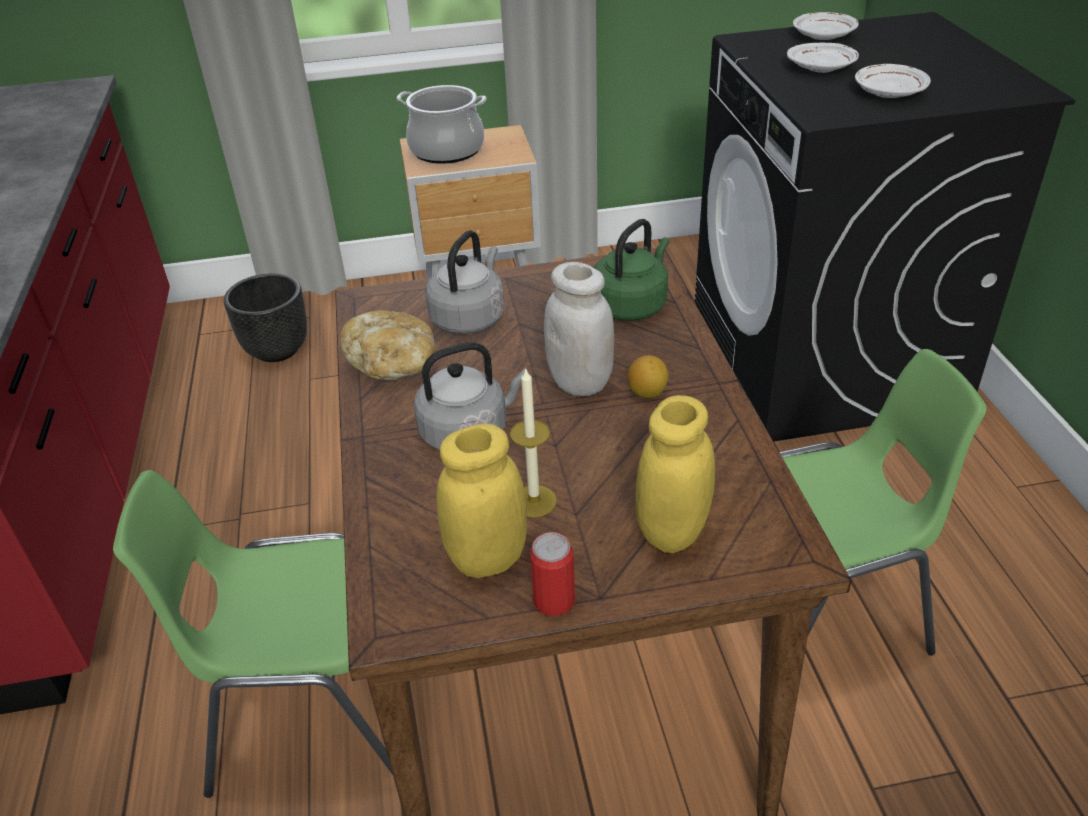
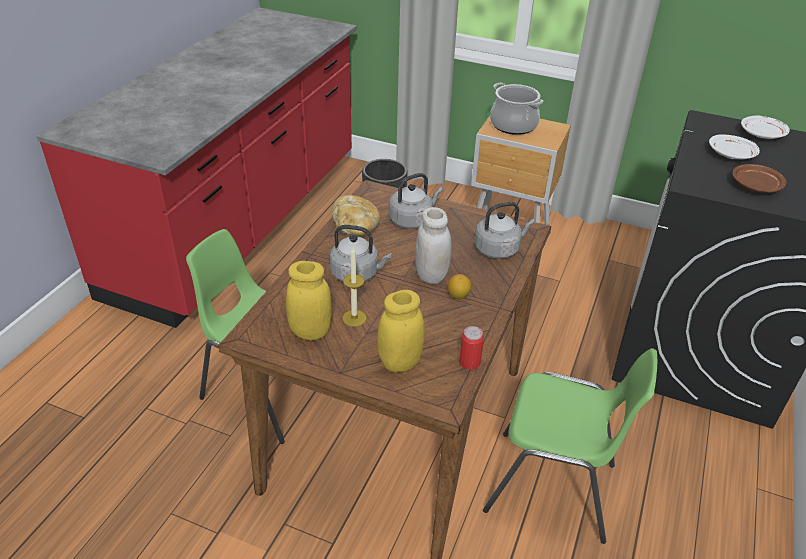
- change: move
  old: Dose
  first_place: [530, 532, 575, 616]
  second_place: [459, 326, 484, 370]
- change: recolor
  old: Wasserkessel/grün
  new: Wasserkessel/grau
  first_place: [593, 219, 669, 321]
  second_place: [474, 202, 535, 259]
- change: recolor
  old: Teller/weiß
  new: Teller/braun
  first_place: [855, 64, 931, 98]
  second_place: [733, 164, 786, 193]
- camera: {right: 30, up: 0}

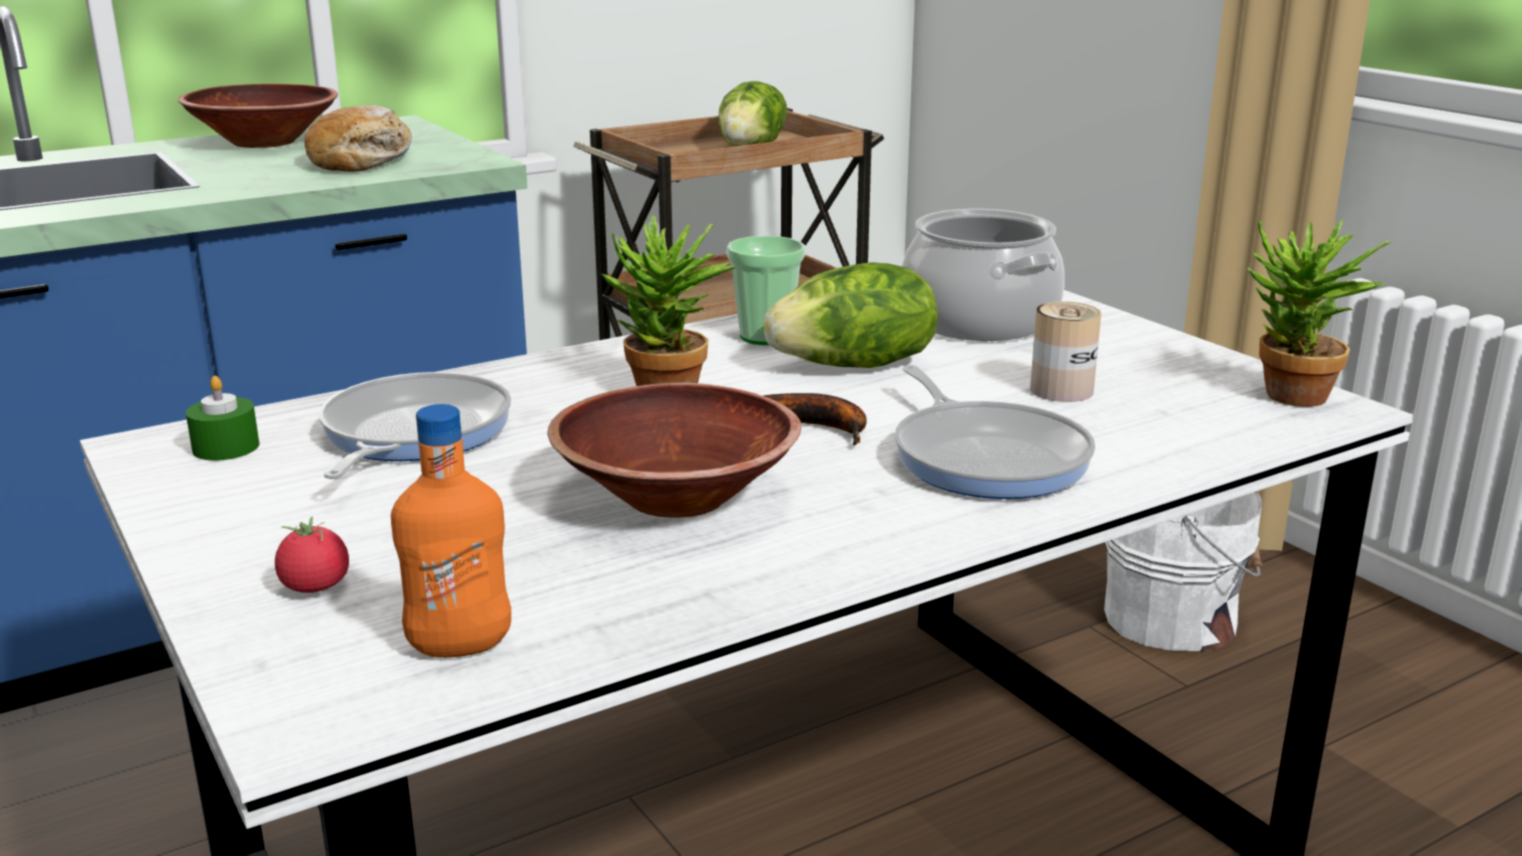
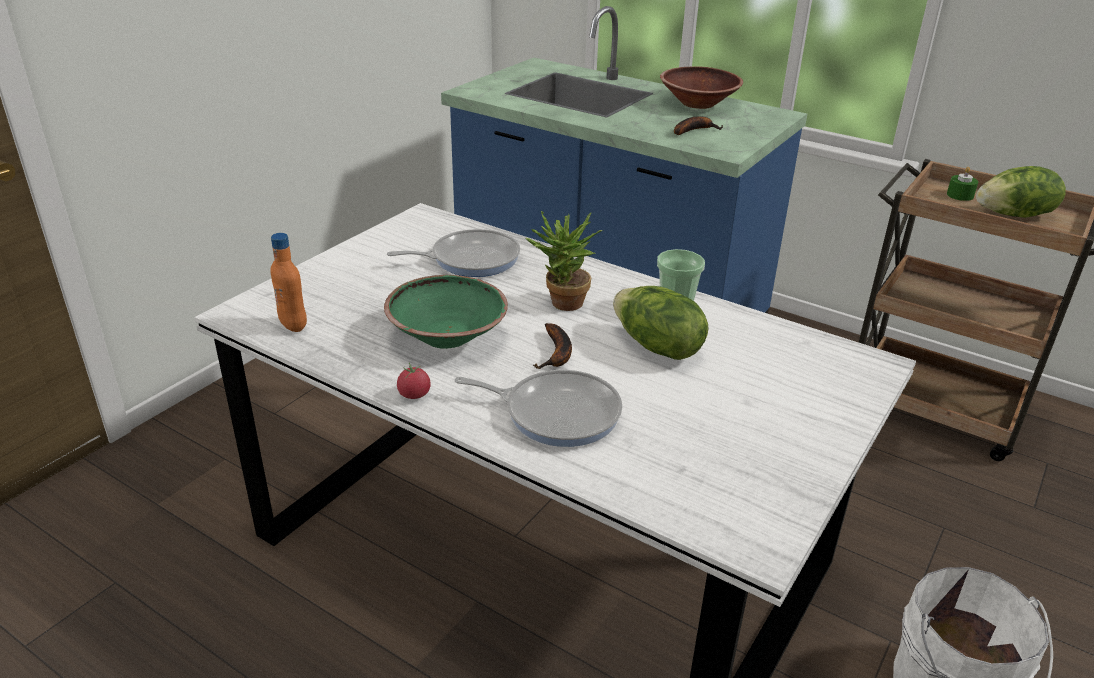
- change: recolor
  old: Schüssel/braun
  new: Schüssel/grün
  first_place: [547, 383, 801, 518]
  second_place: [384, 275, 508, 349]
- change: move
  old: Tomate
  first_place: [275, 517, 349, 593]
  second_place: [397, 363, 431, 399]
- change: rotate
  old: Pfanne
  first_place: [895, 365, 1095, 499]
  second_place: [455, 370, 622, 447]
  degrees: -120
- change: replace
  old: Brot
  new: Banane
  first_place: [304, 105, 412, 172]
  second_place: [674, 116, 723, 135]
- change: move
  old: Kerze/grün
  first_place: [186, 376, 259, 460]
  second_place: [947, 167, 978, 201]
- change: delete
  old: Kochtopf
  first_place: [902, 209, 1065, 341]
- change: delete
  old: Dose
  first_place: [1030, 301, 1101, 402]
- change: delete
  old: Topfpflanze
  first_place: [1248, 220, 1391, 407]
- camera: {right: 65, up: 10}

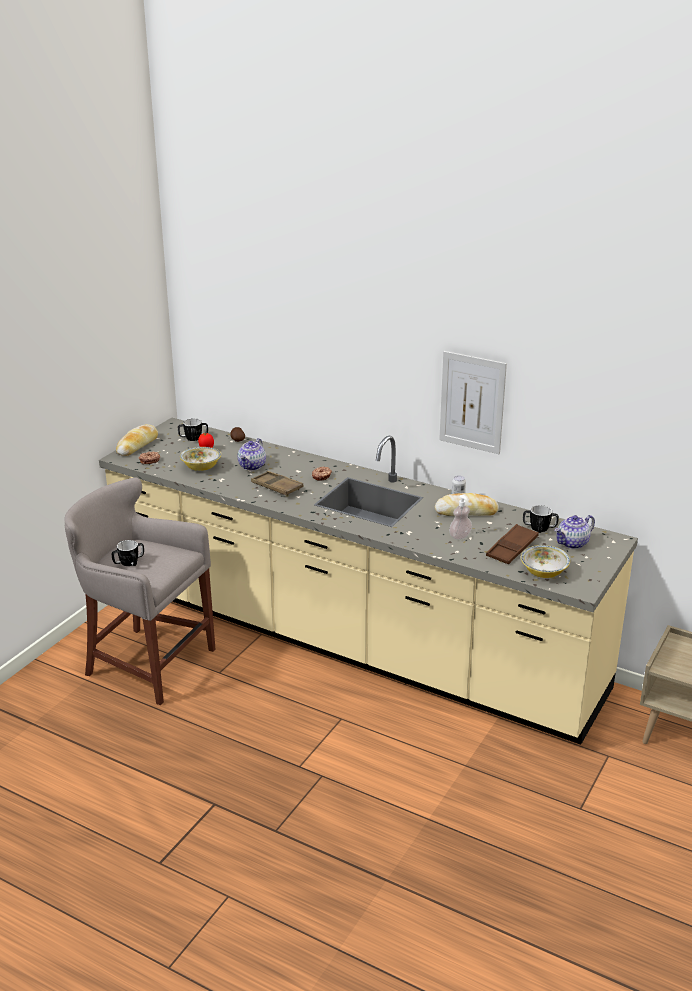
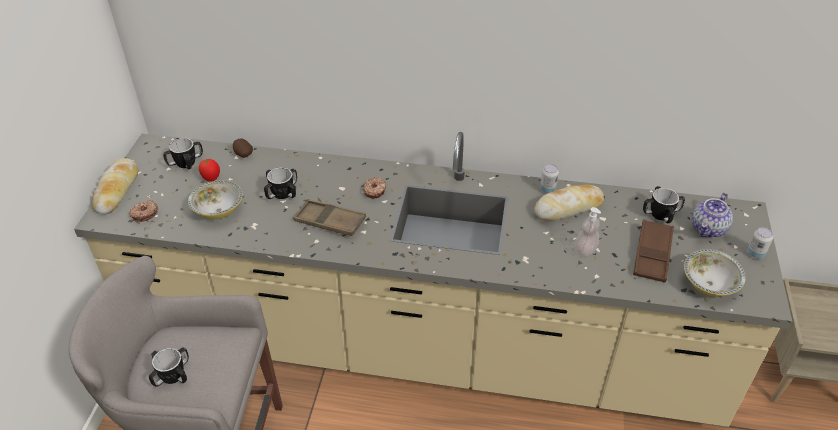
- change: replace
  old: Teekanne
  new: Henkelbecher
  first_place: [238, 438, 266, 470]
  second_place: [264, 168, 297, 199]
- change: insert
  new: Dose
  second_place: [747, 227, 773, 259]
- change: delete
  old: Bild
  first_place: [439, 351, 507, 454]
- camera: {right: -20, up: 15}

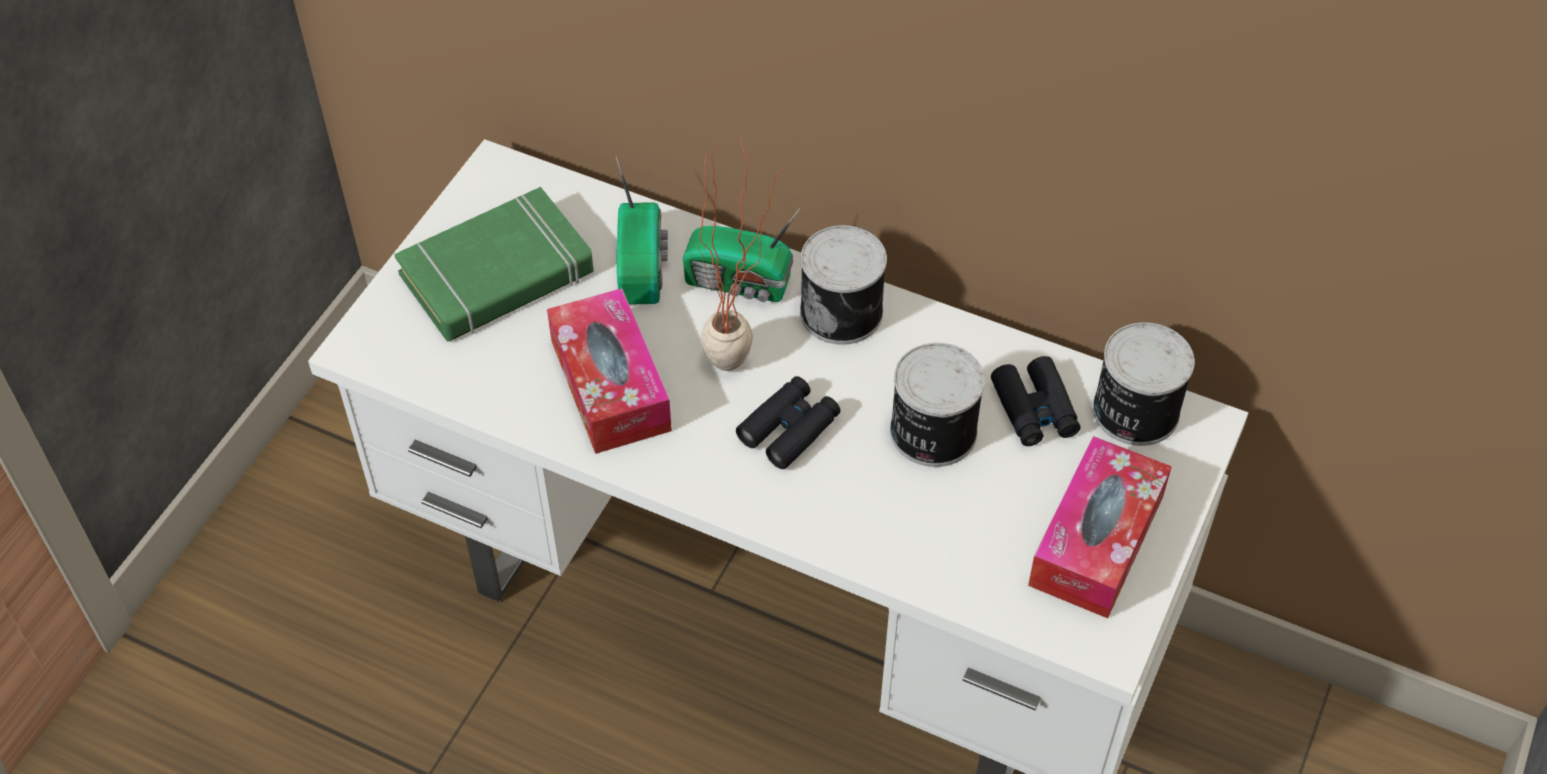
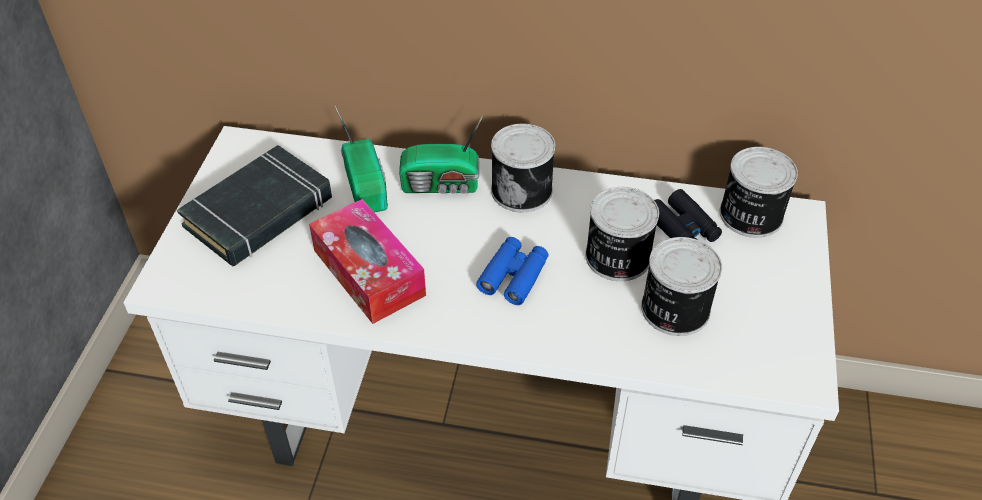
- change: recolor
  old: Buch/grün
  new: Buch/schwarz
  first_place: [394, 187, 594, 342]
  second_place: [177, 145, 332, 266]
- change: recolor
  old: Fernglas/schwarz
  new: Fernglas/blau
  first_place: [736, 376, 841, 469]
  second_place: [476, 237, 548, 305]
- change: insert
  new: Dose
  second_place: [641, 237, 722, 336]
- change: delete
  old: Topfpflanze
  first_place: [696, 138, 784, 371]
- change: delete
  old: Taschentuchbox
  first_place: [1028, 436, 1172, 618]
- camera: {right: -15, up: -5}

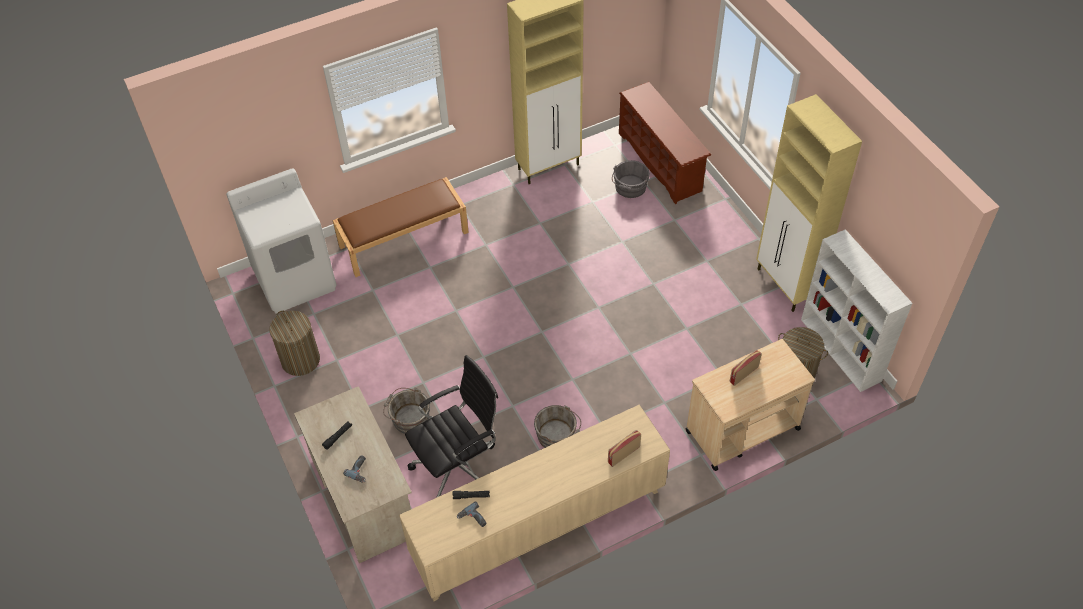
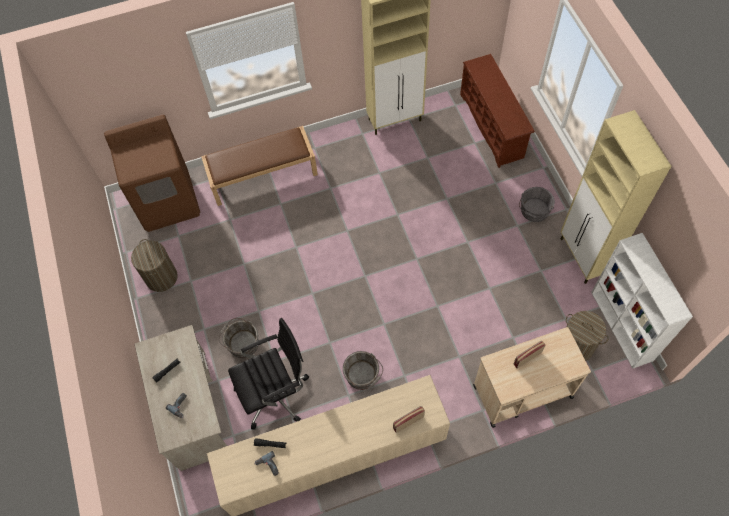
- change: recolor
  old: Waschmaschine/weiß
  new: Waschmaschine/braun
  first_place: [226, 168, 337, 314]
  second_place: [104, 115, 200, 232]
- change: move
  old: Eimer/grau
  first_place: [612, 160, 650, 198]
  second_place: [519, 187, 555, 222]
- camera: {right: 10, up: 10}

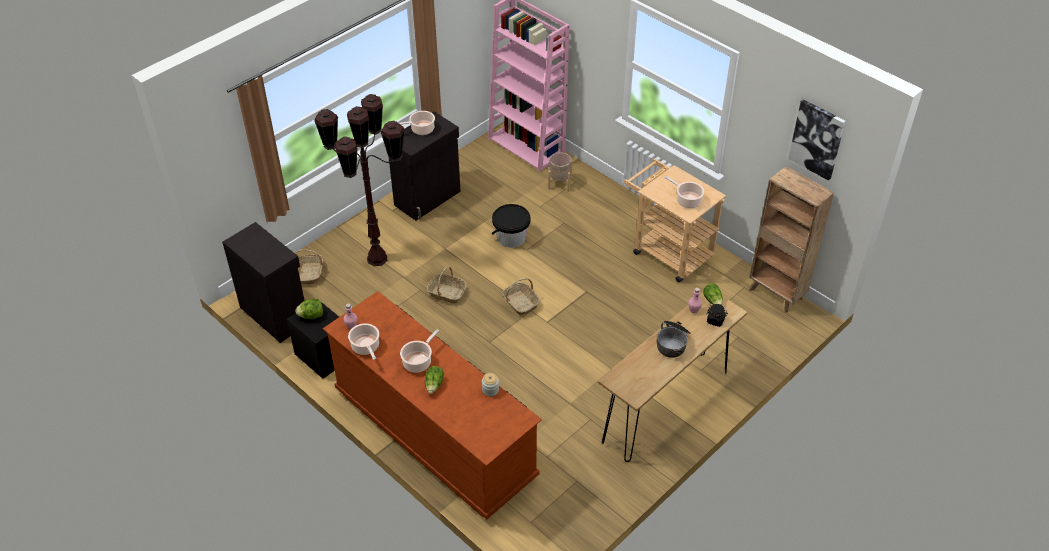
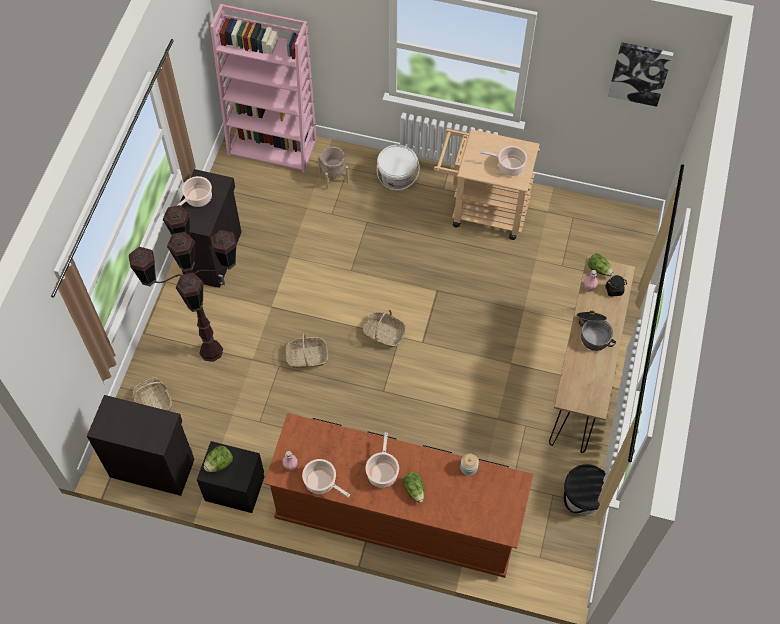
- change: insert
  new: Eimer/weiß
  second_place: [377, 145, 420, 191]
- change: move
  old: Eimer/schwarz
  first_place: [492, 204, 530, 248]
  second_place: [564, 464, 606, 515]
- change: delete
  old: Bücherregal/braun
  first_place: [749, 166, 834, 313]
- camera: {right: -30, up: 15}

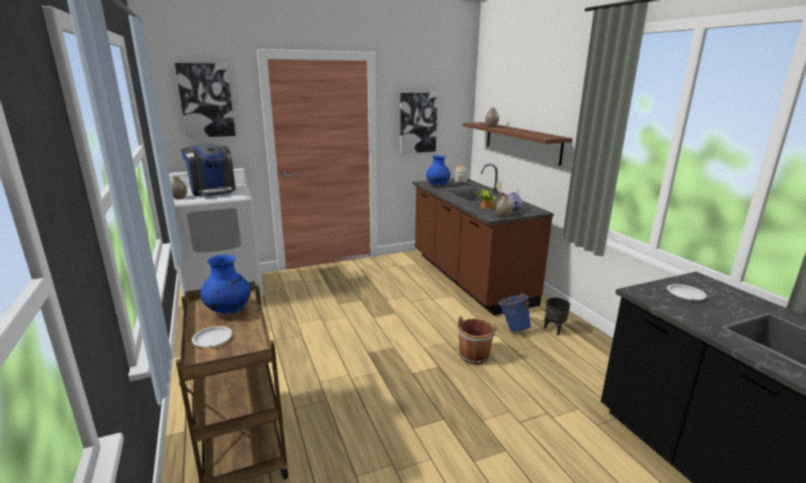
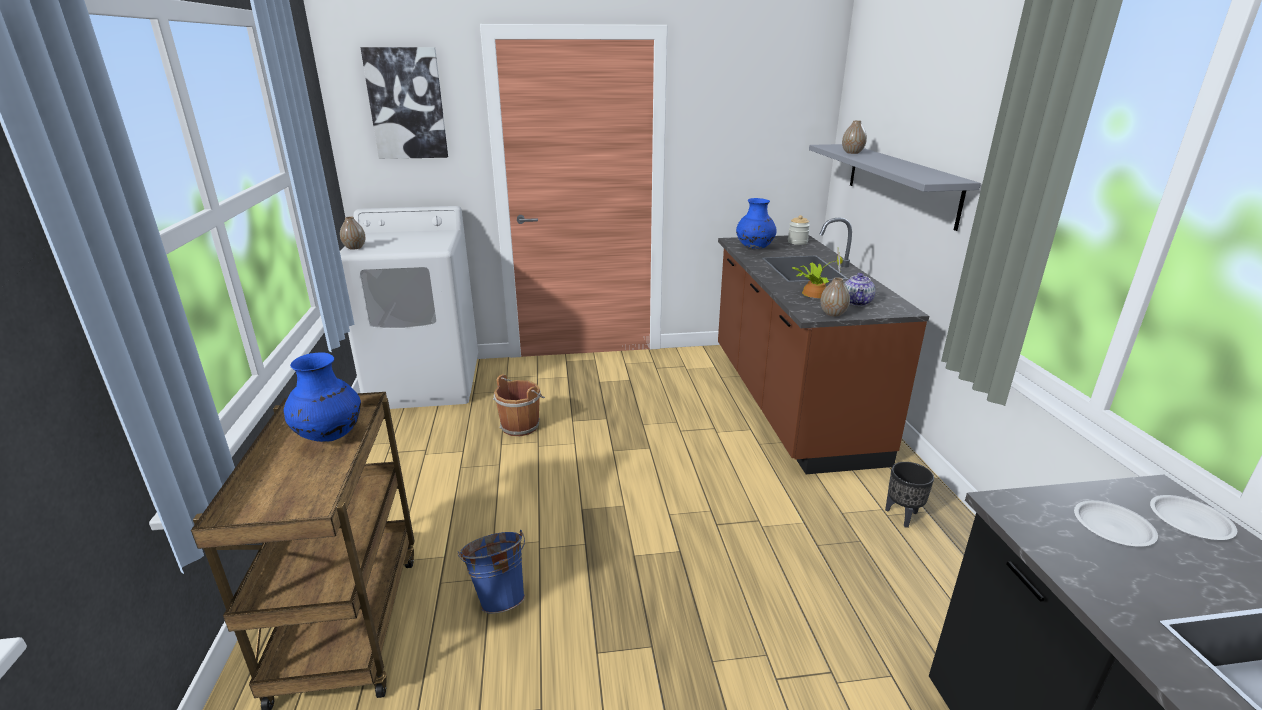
- change: move
  old: Eimer/blau
  first_place: [498, 293, 531, 332]
  second_place: [458, 530, 525, 614]
- change: move
  old: Eimer/braun
  first_place: [457, 316, 497, 365]
  second_place: [493, 374, 545, 436]
- change: recolor
  old: Wandregal/braun
  new: Wandregal/grau
  first_place: [463, 122, 572, 166]
  second_place: [809, 144, 981, 231]
- change: move
  old: Teller/weiß
  first_place: [192, 326, 232, 347]
  second_place: [1150, 495, 1237, 540]
- change: delete
  old: Kaffeemaschine
  first_place: [181, 143, 236, 196]
- change: delete
  old: Bild
  first_place: [400, 92, 438, 154]
- camera: {right: 15, up: 5}

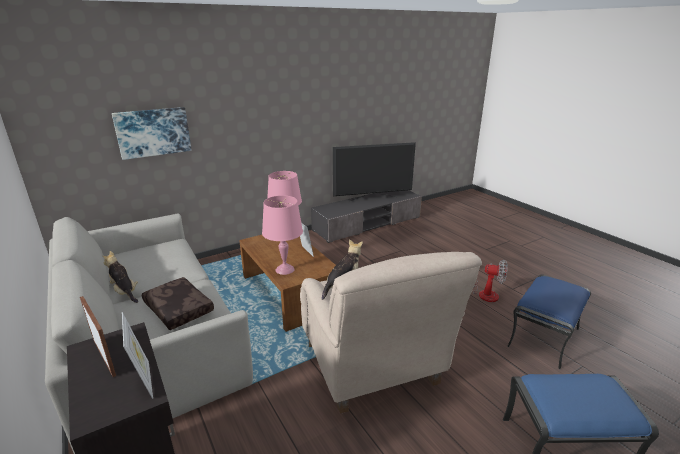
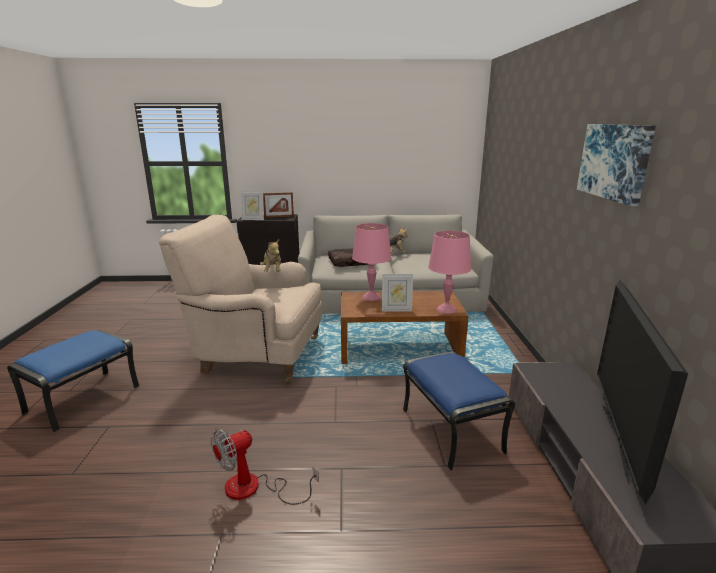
- change: move
  old: Polsterhocker/blau
  first_place: [507, 274, 591, 369]
  second_place: [403, 351, 515, 471]
- change: move
  old: Bild
  first_place: [112, 107, 192, 160]
  second_place: [577, 124, 656, 206]
- camera: {right: 120, up: -5}

